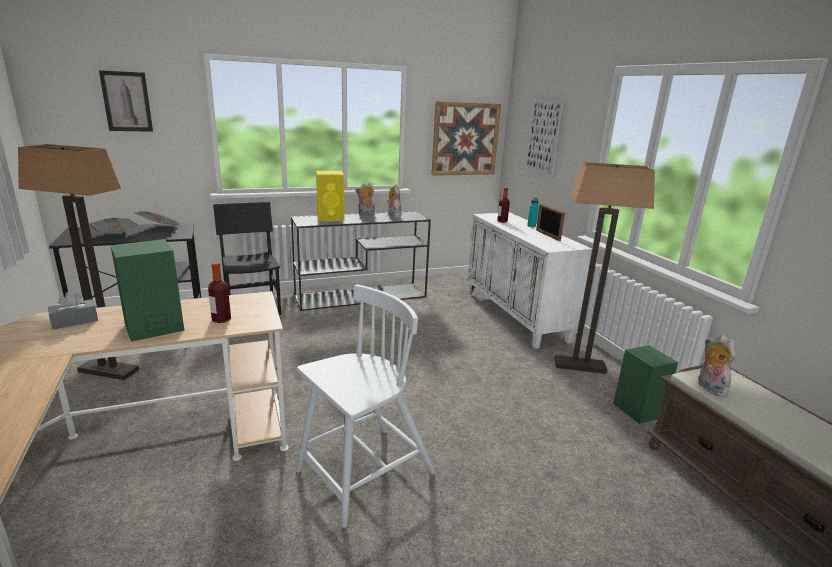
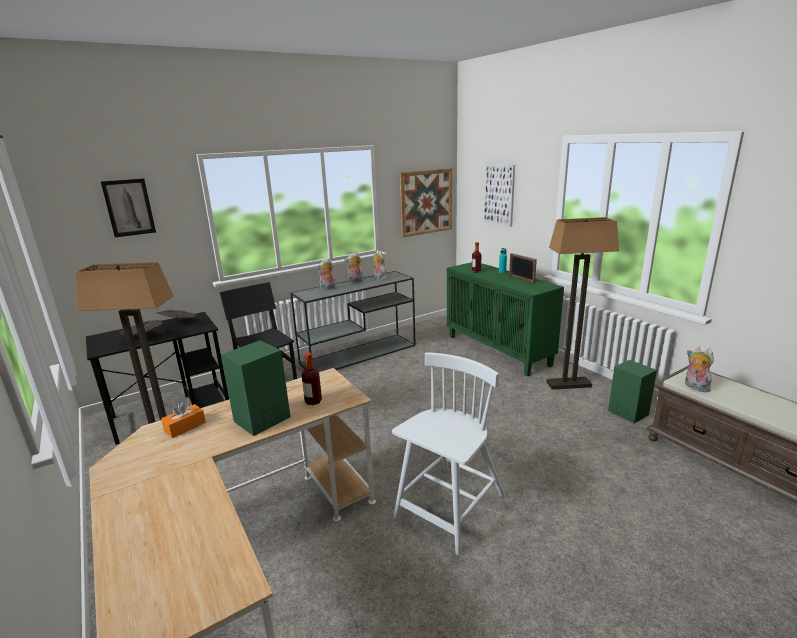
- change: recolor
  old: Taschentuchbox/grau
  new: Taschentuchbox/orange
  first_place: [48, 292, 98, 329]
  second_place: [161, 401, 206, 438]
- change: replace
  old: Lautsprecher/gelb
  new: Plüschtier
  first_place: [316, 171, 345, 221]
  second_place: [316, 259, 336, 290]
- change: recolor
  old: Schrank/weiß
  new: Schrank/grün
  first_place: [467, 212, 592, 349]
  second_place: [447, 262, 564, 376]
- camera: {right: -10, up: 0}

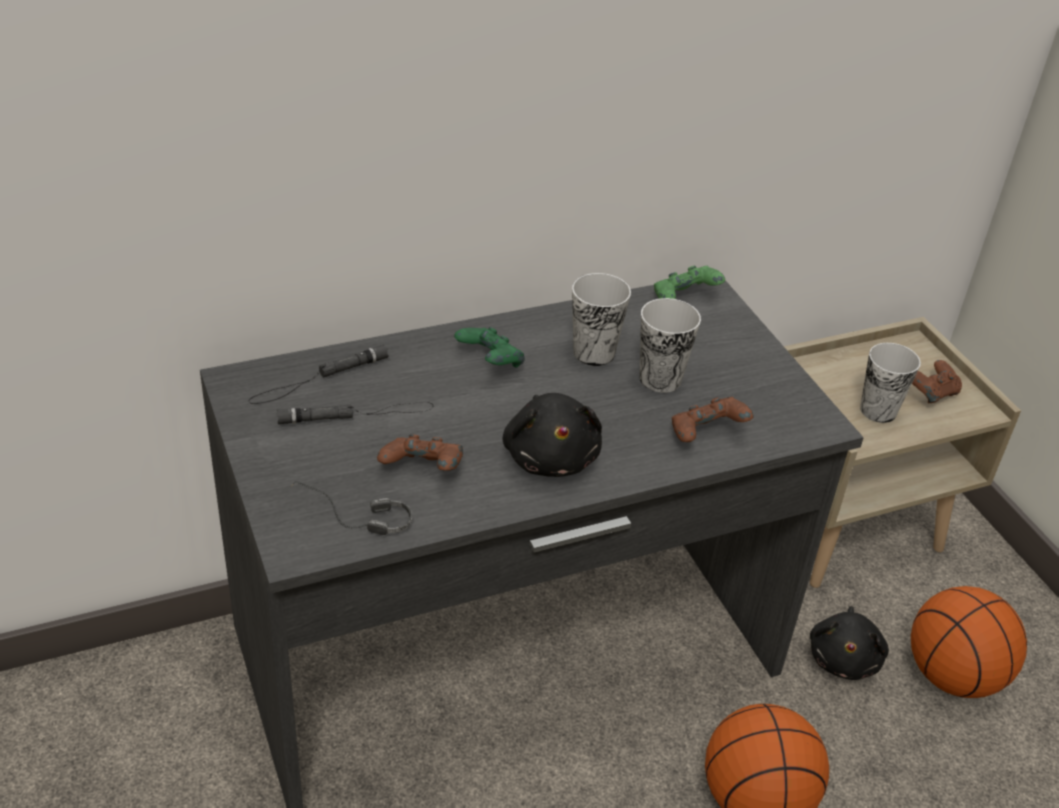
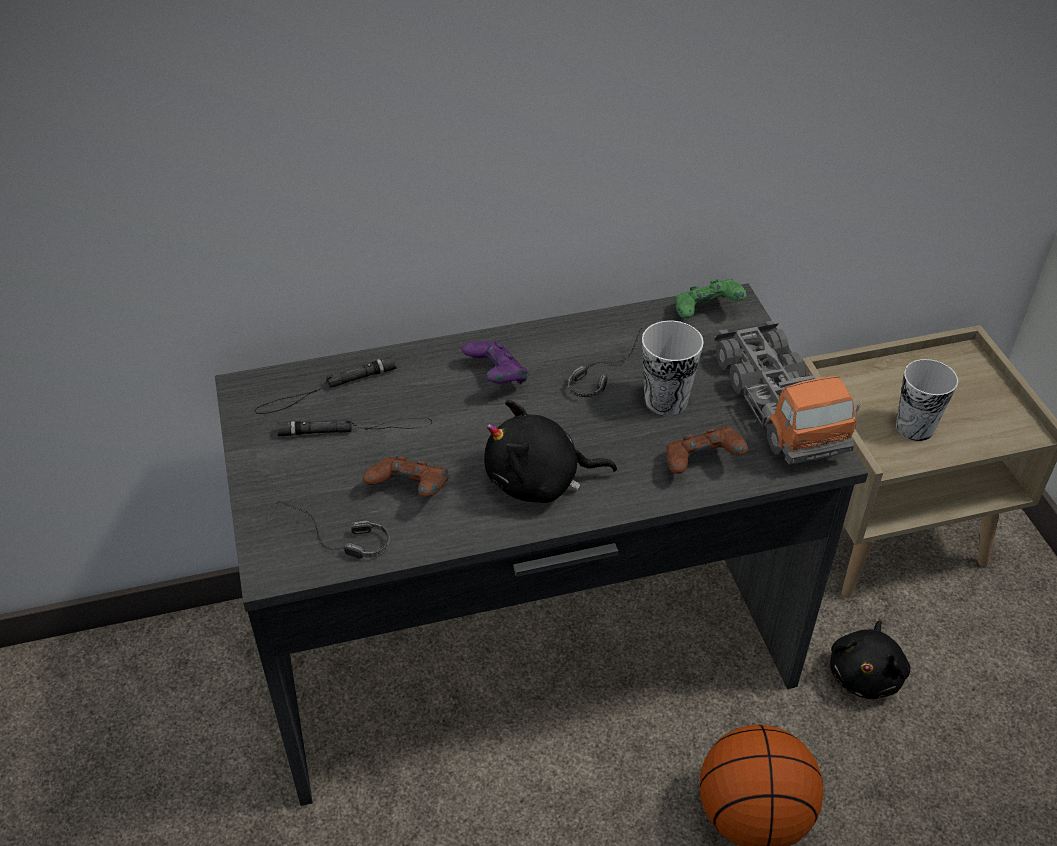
- change: recolor
  old: Gamepad/grün
  new: Gamepad/lila
  first_place: [454, 327, 525, 368]
  second_place: [462, 341, 528, 384]
- change: rotate
  old: Plüschtier/schwarz
  first_place: [502, 393, 602, 477]
  second_place: [484, 400, 617, 503]
  degrees: 90
- change: replace
  old: Tasse
  new: Kopfhörer
  first_place: [572, 273, 631, 366]
  second_place: [568, 328, 642, 398]
- change: insert
  new: Spielzeuglaster
  second_place: [714, 321, 861, 465]
- change: delete
  old: Basketball
  first_place: [911, 586, 1027, 698]
- change: delete
  old: Gamepad/braun
  first_place: [912, 360, 962, 403]
- camera: {right: 10, up: 5}

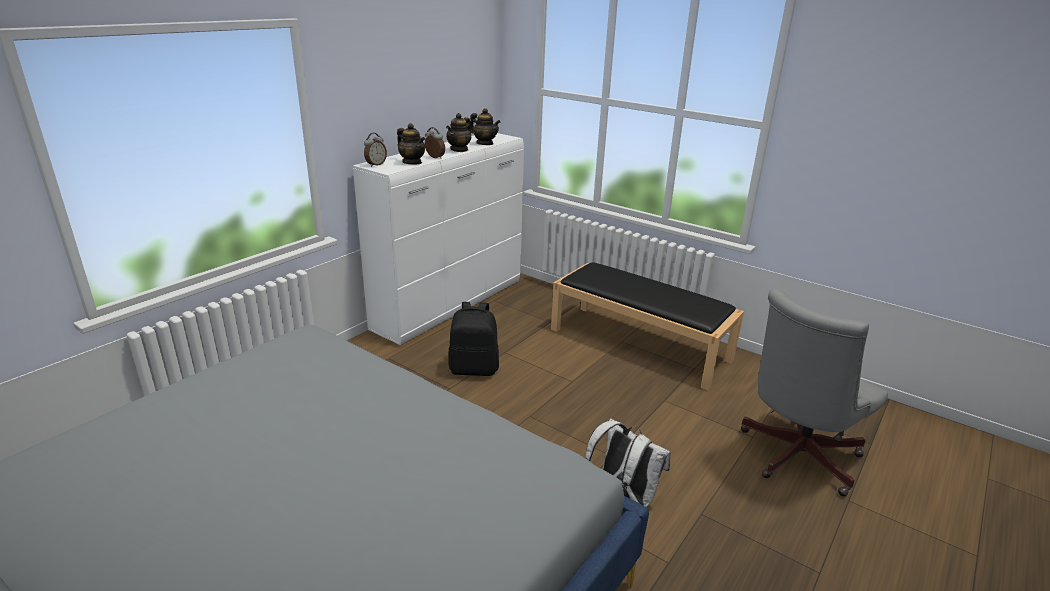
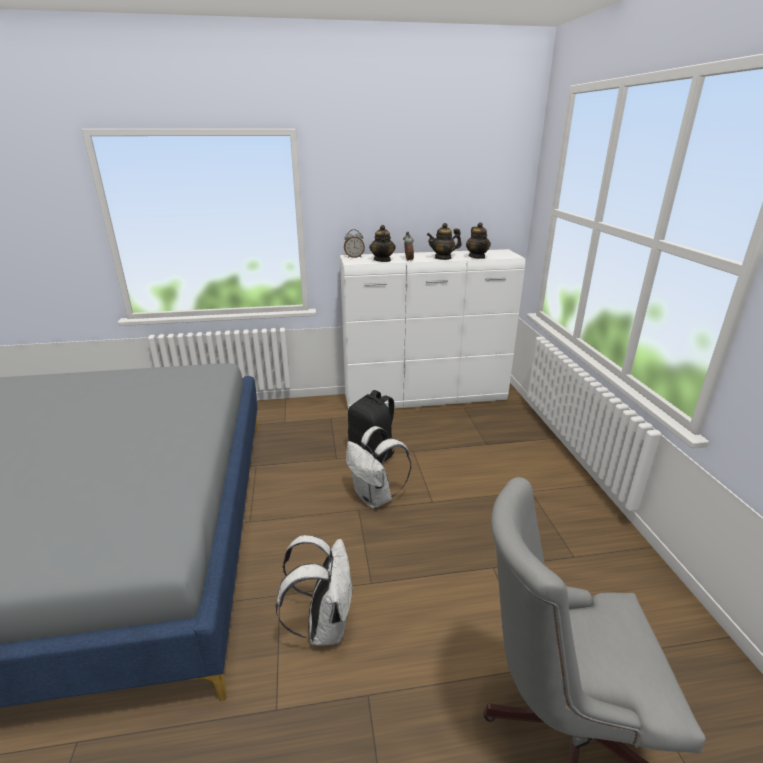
- change: insert
  new: Rucksack/weiß
  second_place: [346, 426, 411, 508]
- change: delete
  old: Bank/schwarz
  first_place: [551, 262, 744, 390]
- camera: {right: 45, up: 0}

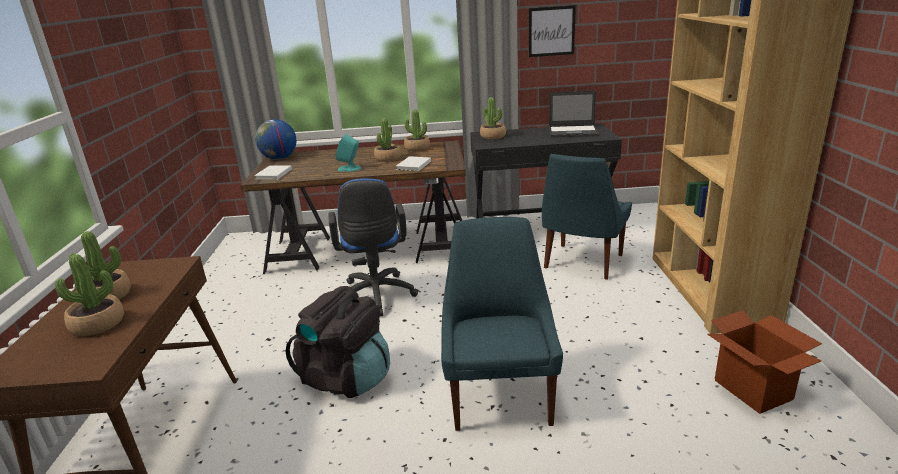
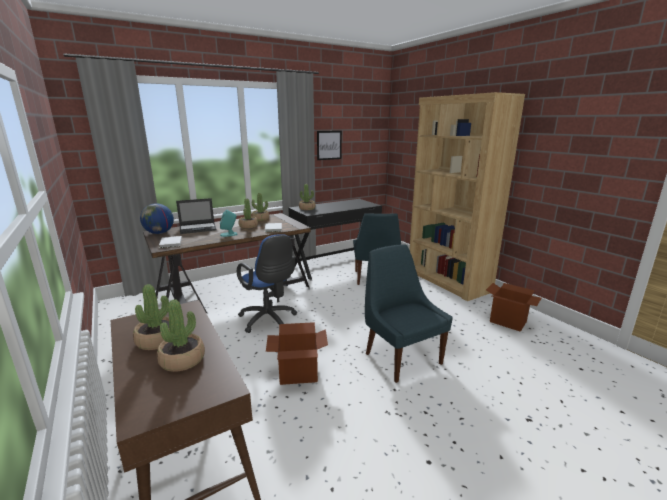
- change: move
  old: Laptop
  first_place: [549, 91, 599, 137]
  second_place: [176, 198, 217, 234]
- change: replace
  old: Rucksack/schwarz
  new: Karton
  first_place: [286, 286, 390, 398]
  second_place: [266, 322, 328, 385]
- camera: {right: -30, up: -5}

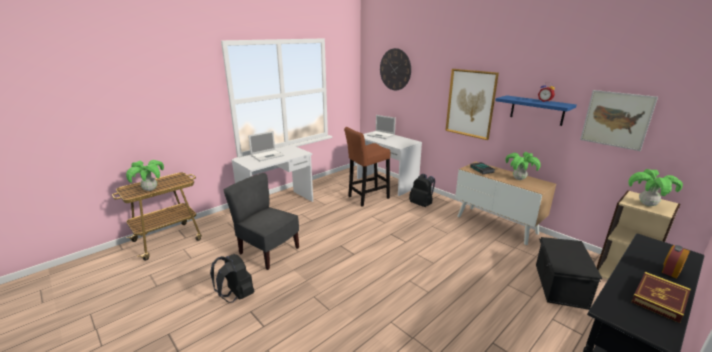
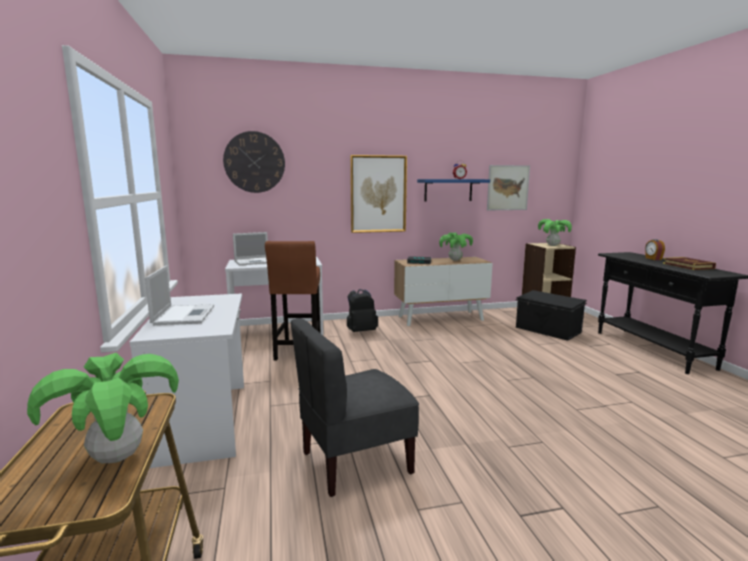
- change: delete
  old: Rucksack/schwarz
  first_place: [210, 254, 254, 302]
- camera: {right: -60, up: -10}

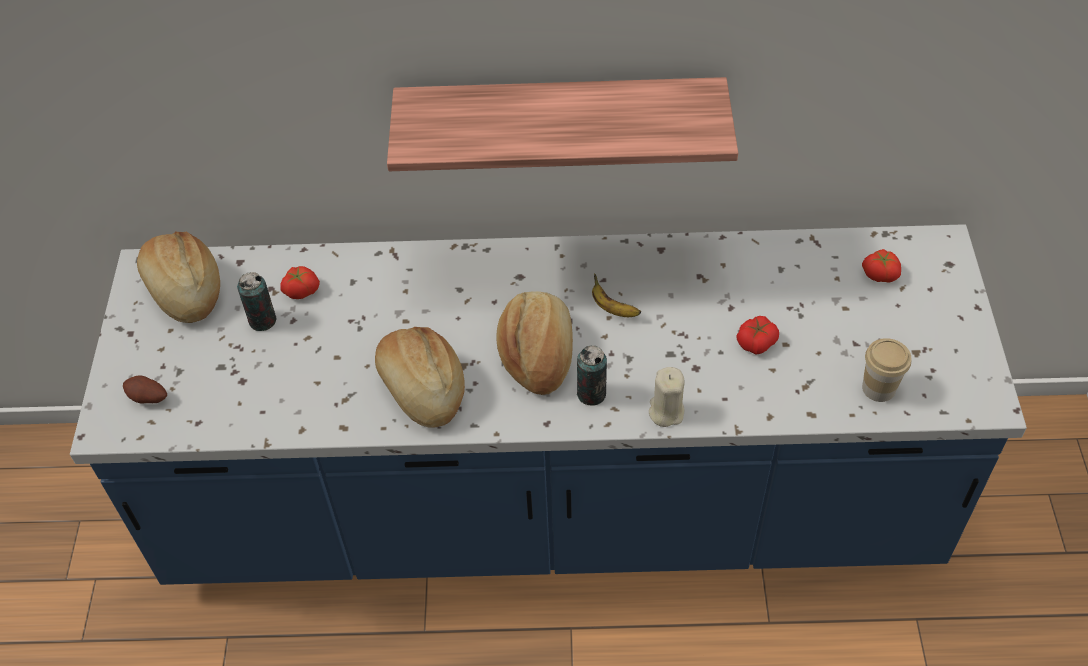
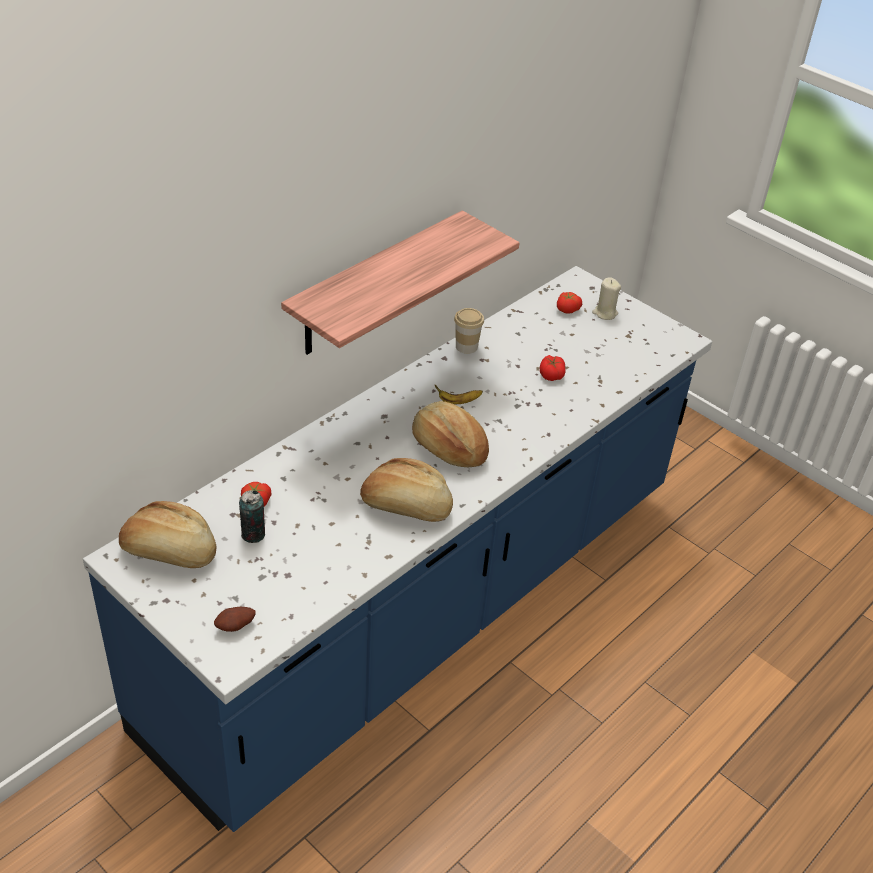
- change: move
  old: Tasse
  first_place: [862, 338, 911, 402]
  second_place: [454, 308, 484, 354]
- change: move
  old: Kerze/beige
  first_place: [649, 367, 685, 427]
  second_place: [592, 277, 621, 320]
- change: delete
  old: Dose
  first_place: [577, 346, 607, 406]
- camera: {right: -50, up: -10}

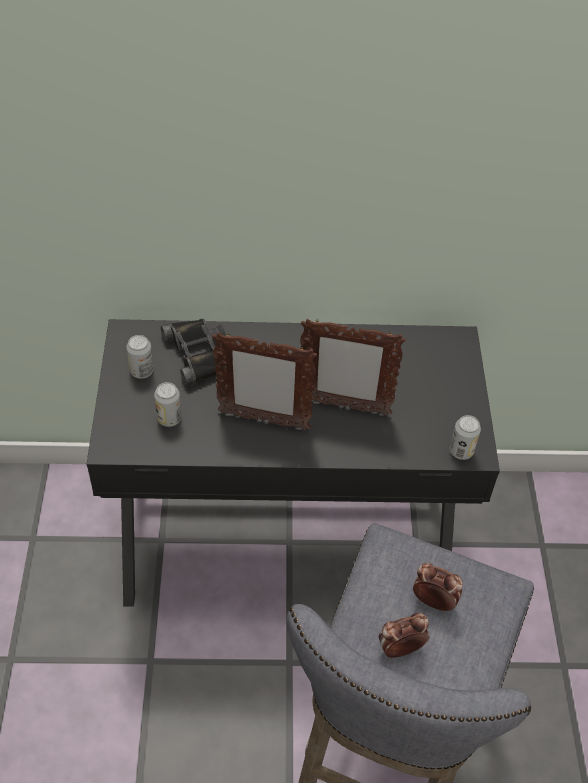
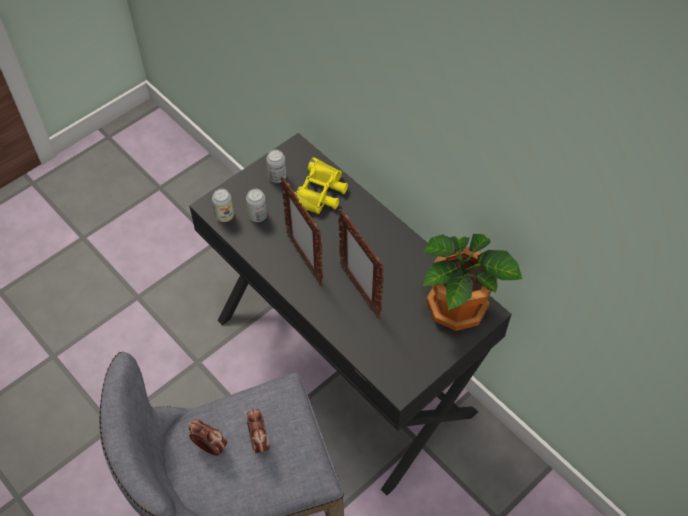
- change: move
  old: Dose
  first_place: [450, 415, 481, 460]
  second_place: [212, 189, 234, 222]
- change: recolor
  old: Fernglas/schwarz
  new: Fernglas/gelb
  first_place: [161, 318, 226, 386]
  second_place: [295, 157, 348, 214]
- change: insert
  new: Topfpflanze
  second_place: [423, 234, 523, 331]
- camera: {right: 50, up: 5}

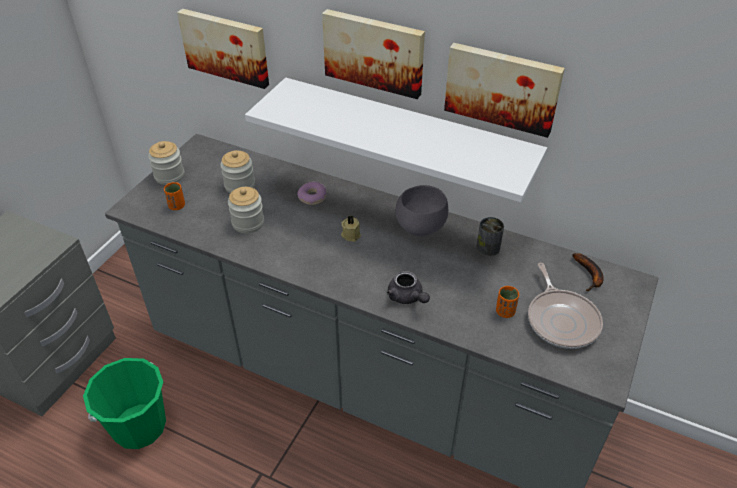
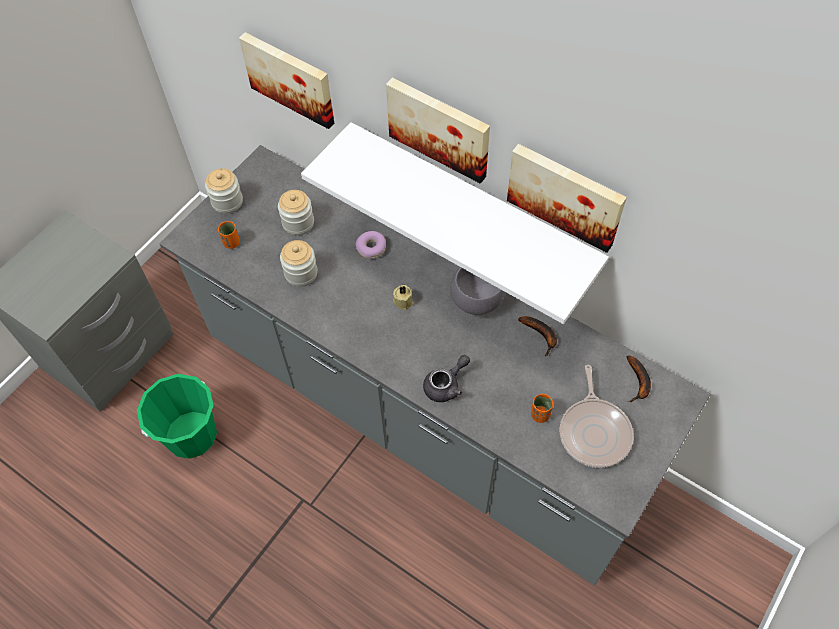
- change: rotate
  old: Teekanne/grau
  first_place: [387, 271, 430, 304]
  second_place: [423, 355, 470, 402]
  degrees: -105
- change: replace
  old: Dose
  new: Banane
  first_place: [476, 217, 504, 257]
  second_place: [518, 316, 557, 356]
- camera: {right: 10, up: 15}

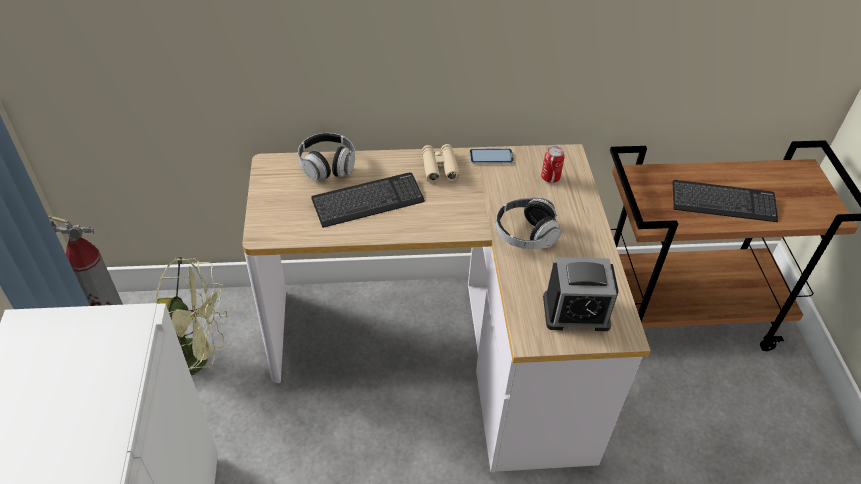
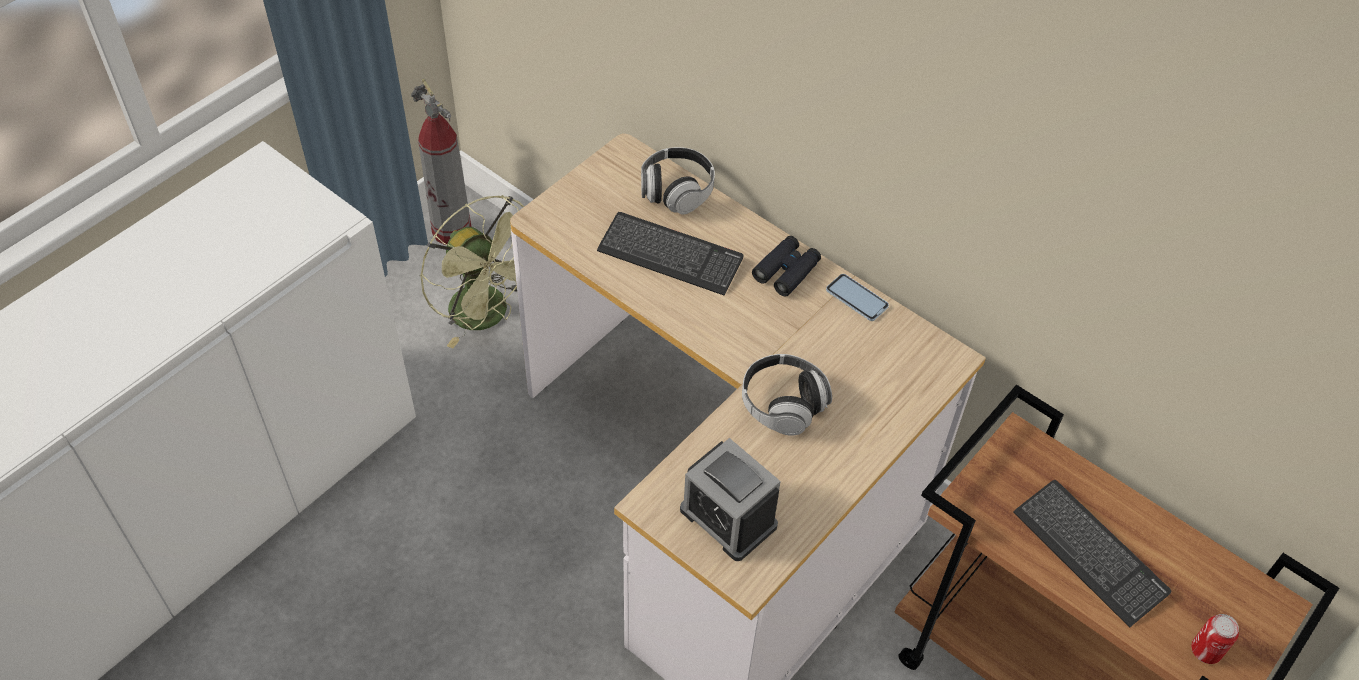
- change: recolor
  old: Fernglas/beige
  new: Fernglas/schwarz
  first_place: [422, 144, 460, 183]
  second_place: [752, 236, 821, 297]
- change: move
  old: Dose
  first_place: [541, 146, 565, 183]
  second_place: [1191, 614, 1239, 664]
- camera: {right: 45, up: 5}

